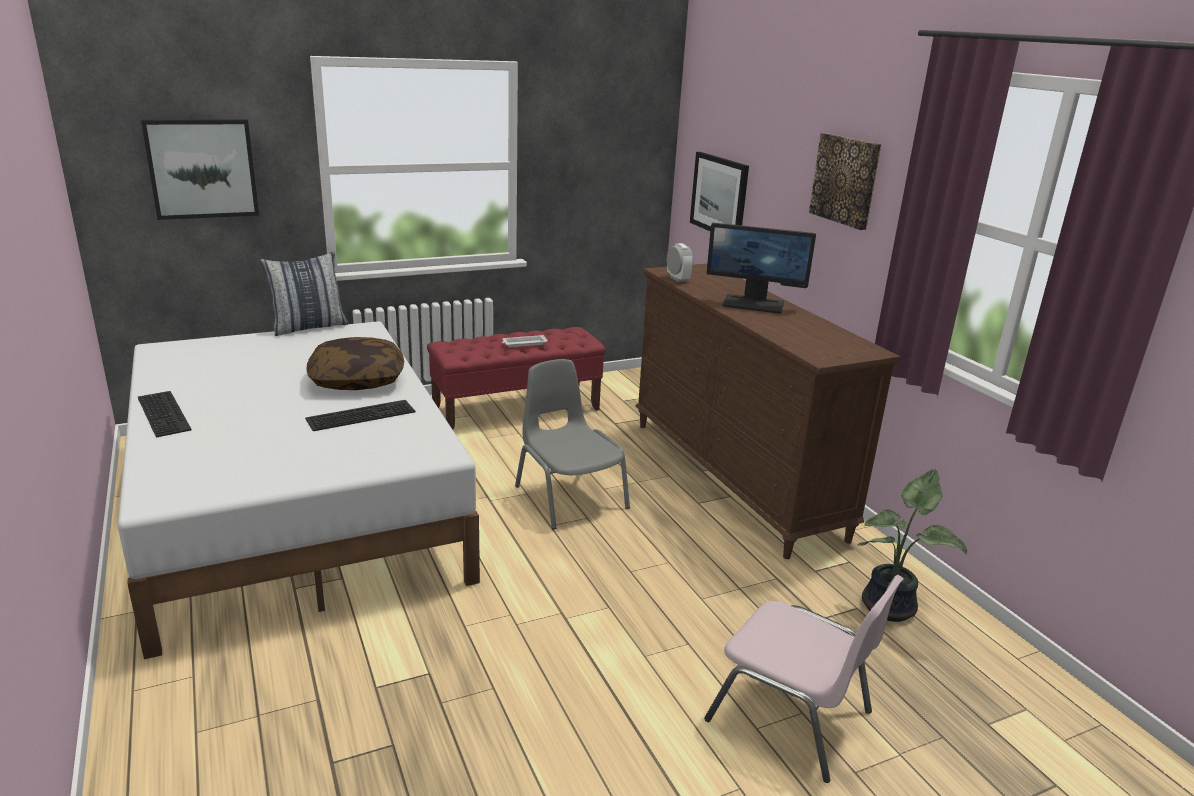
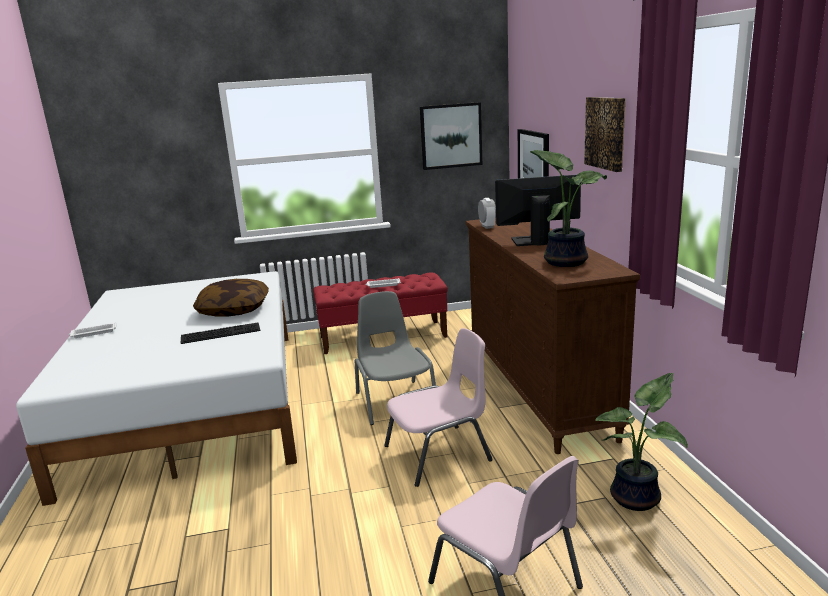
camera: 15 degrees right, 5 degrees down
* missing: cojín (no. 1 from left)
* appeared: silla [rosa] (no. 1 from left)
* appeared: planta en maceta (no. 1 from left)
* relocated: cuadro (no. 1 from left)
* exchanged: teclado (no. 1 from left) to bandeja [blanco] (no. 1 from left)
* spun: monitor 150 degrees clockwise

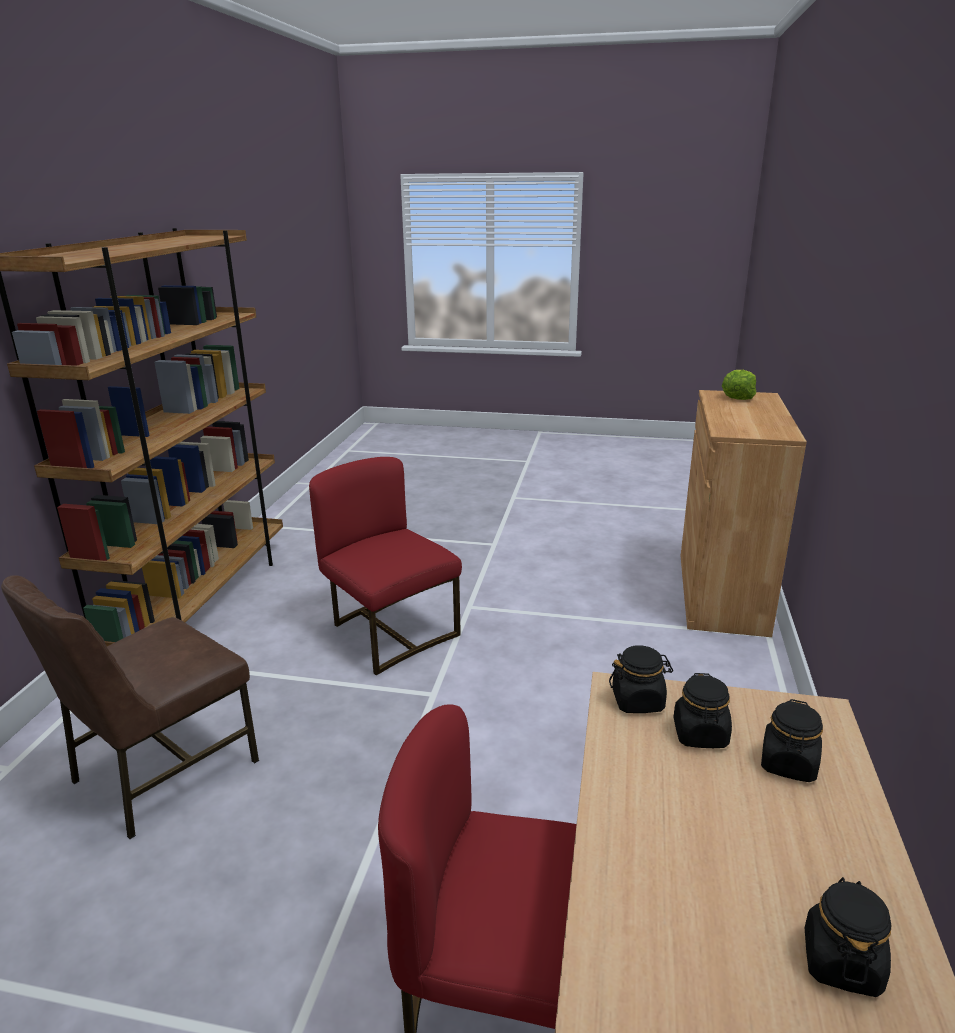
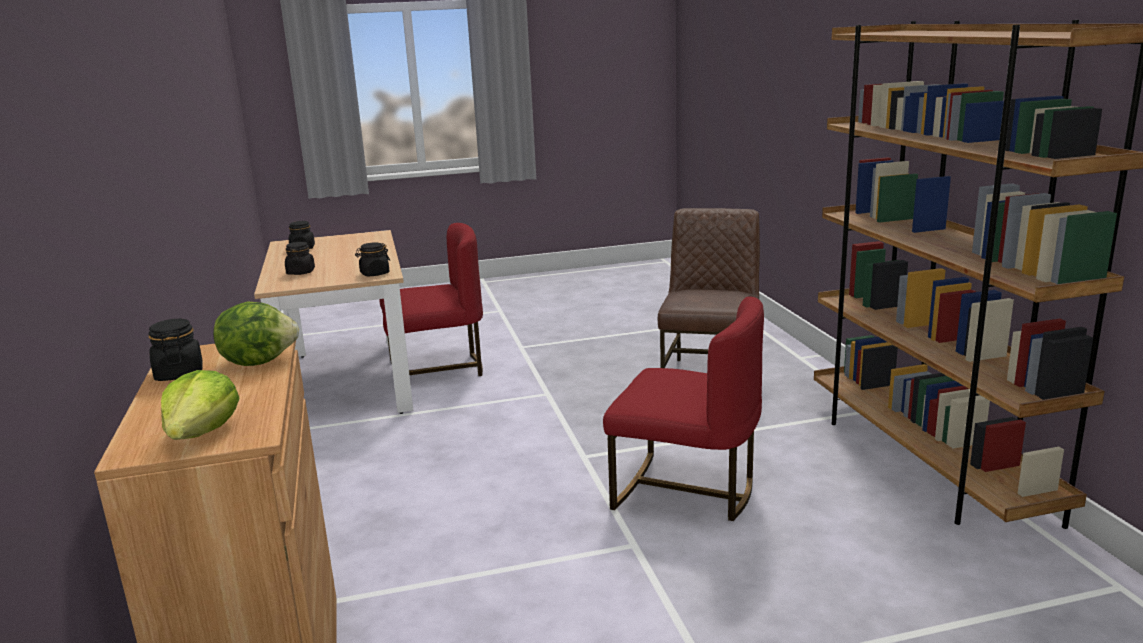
camera: 155 degrees right, 5 degrees down
* appeared: lechuga (no. 2 from left)
* relocated: tarro [negro] (no. 2 from left in the first image) to tarro [negro] (no. 1 from left)

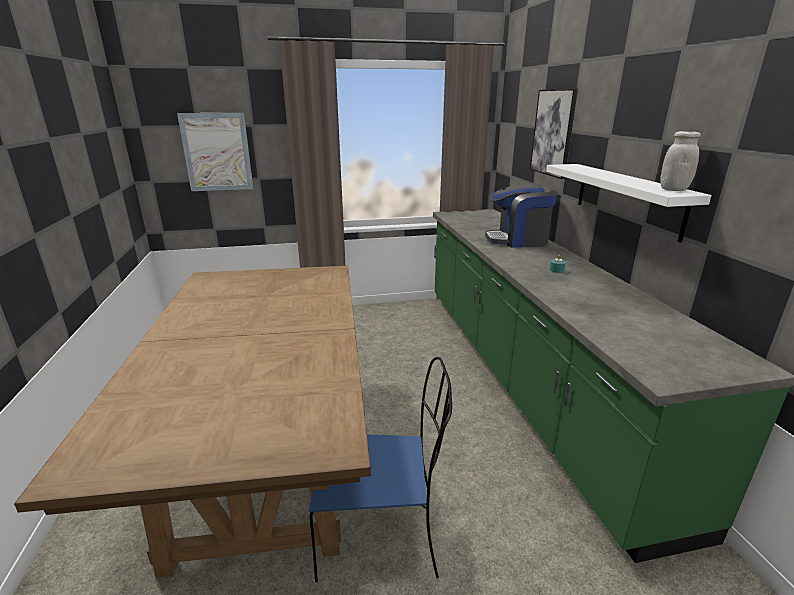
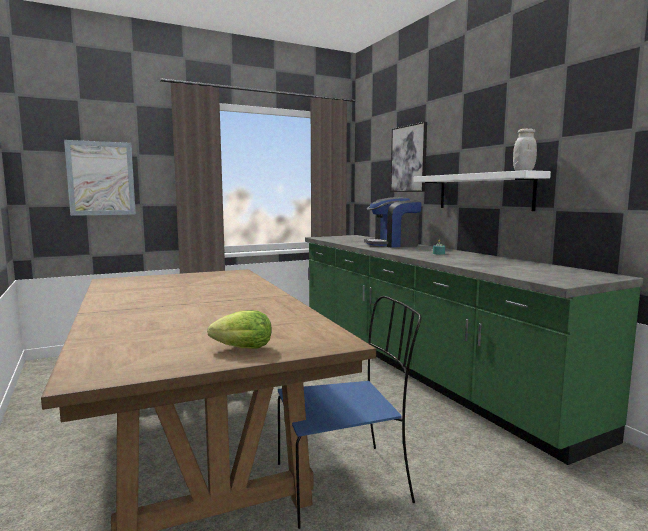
camera: 15 degrees left, 15 degrees down
* appeared: lechuga

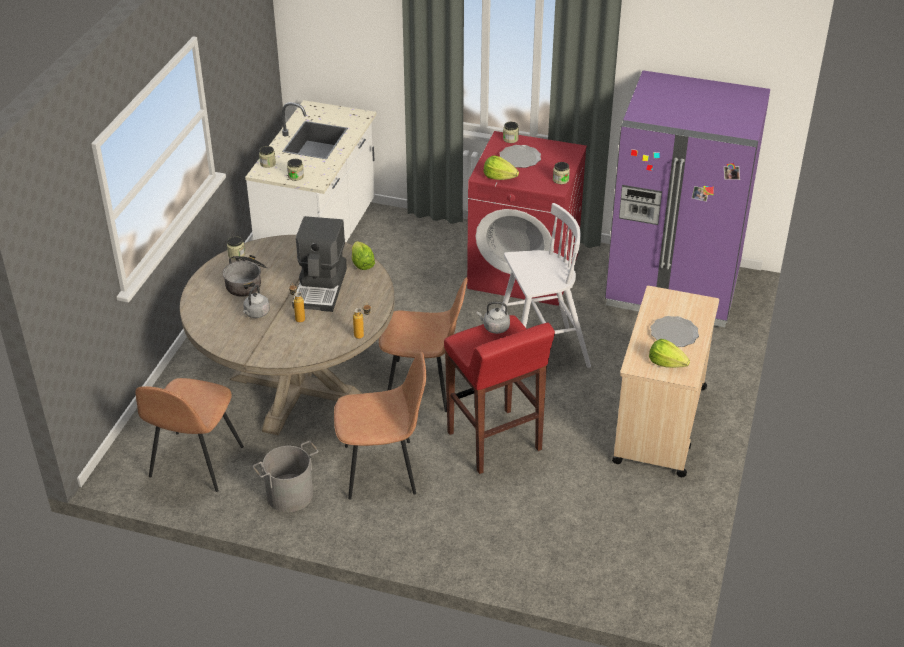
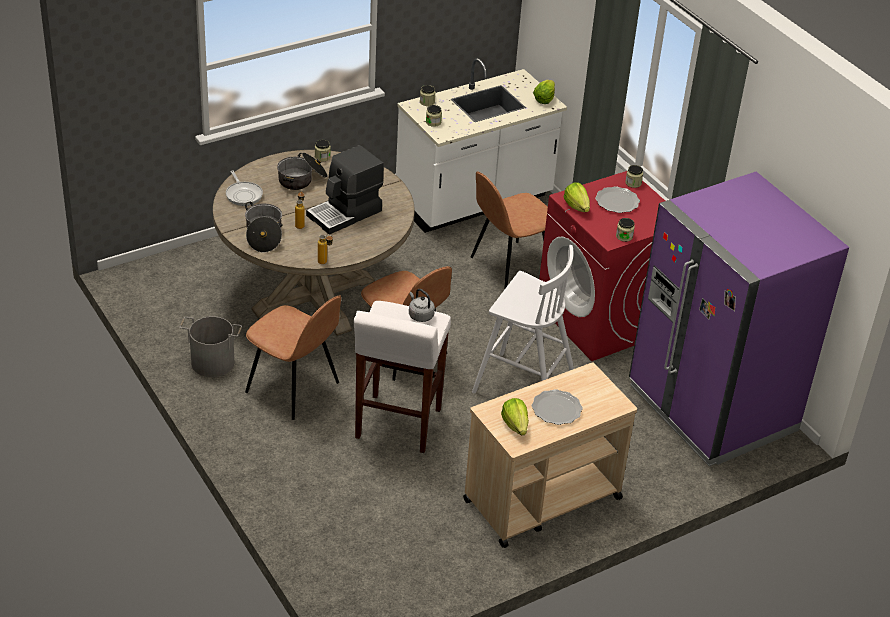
camera: 40 degrees right, 0 degrees up
* missing: hervidor [gris] (no. 1 from left)
* appeared: sartén
* appeared: olla (no. 1 from left)
* relocated: silla [marrón] (no. 1 from left in the first image) to silla [marrón] (no. 3 from left)
* relocated: lechuga (no. 1 from left in the first image) to lechuga (no. 2 from left)
* colour: taburete [rojo] to taburete [blanco] (no. 1 from left)

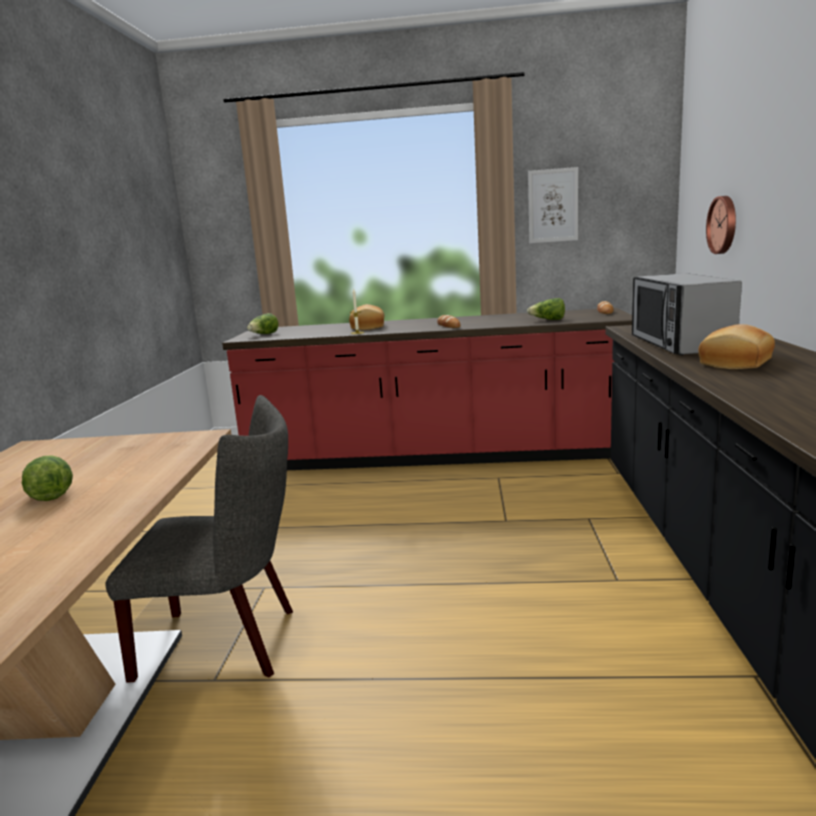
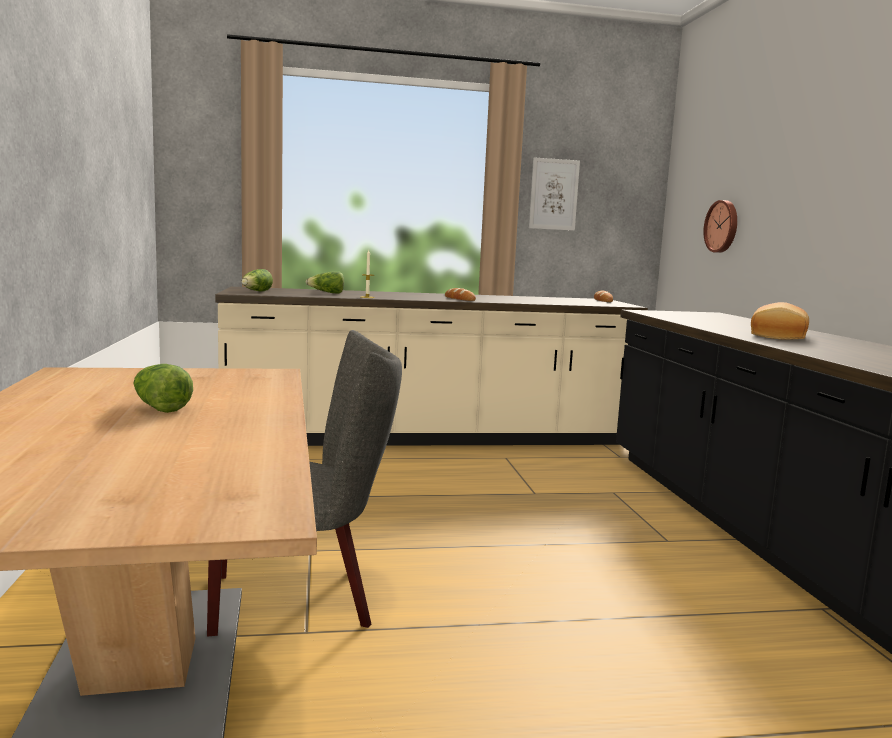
camera: 15 degrees left, 5 degrees down
* missing: pan (no. 1 from left)
* missing: microondas
* relocated: lechuga (no. 3 from left)
* colour: mueble bajo de cocina [rojo] to mueble bajo de cocina [beis]

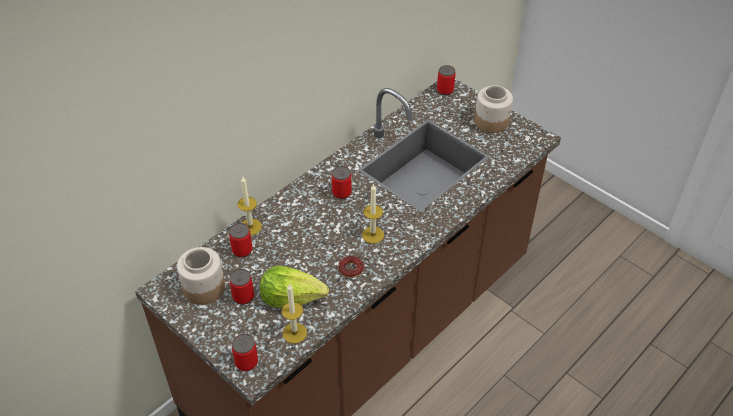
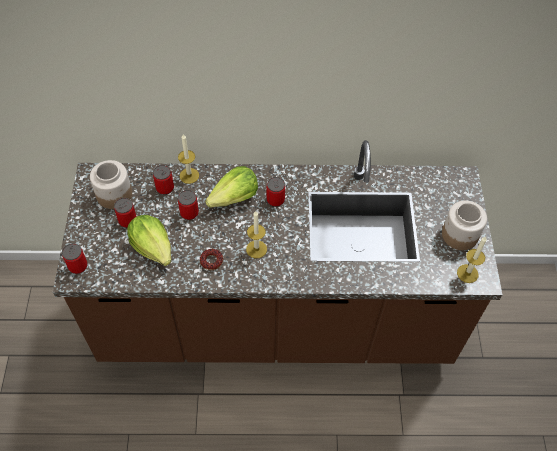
camera: 45 degrees right, 10 degrees up
* appeared: lechuga (no. 2 from left)
* relocated: vela (no. 2 from left in the first image) to vela (no. 3 from left)
* relocated: lata (no. 5 from left in the first image) to lata (no. 4 from left)

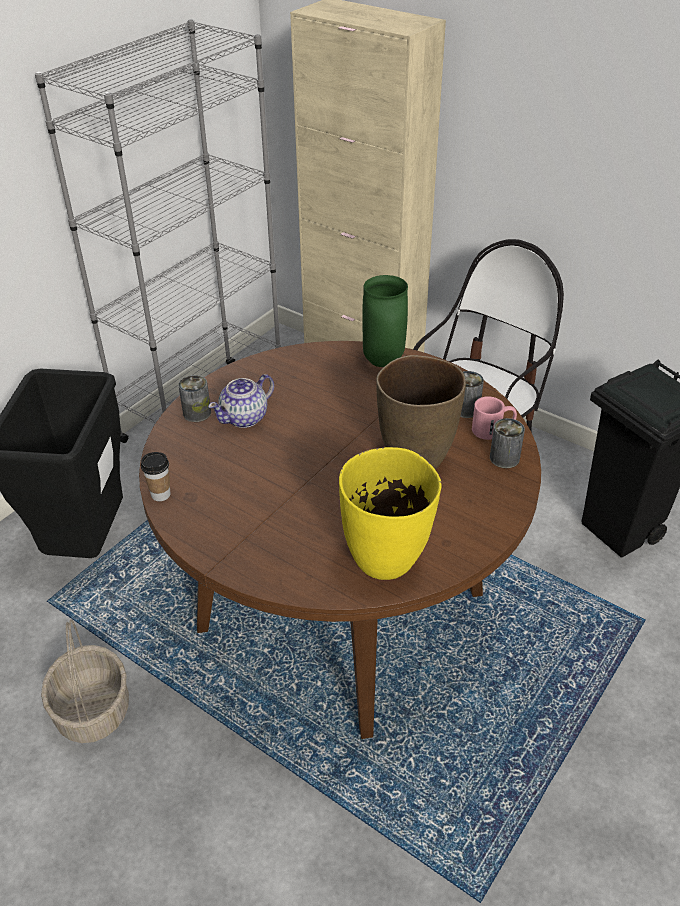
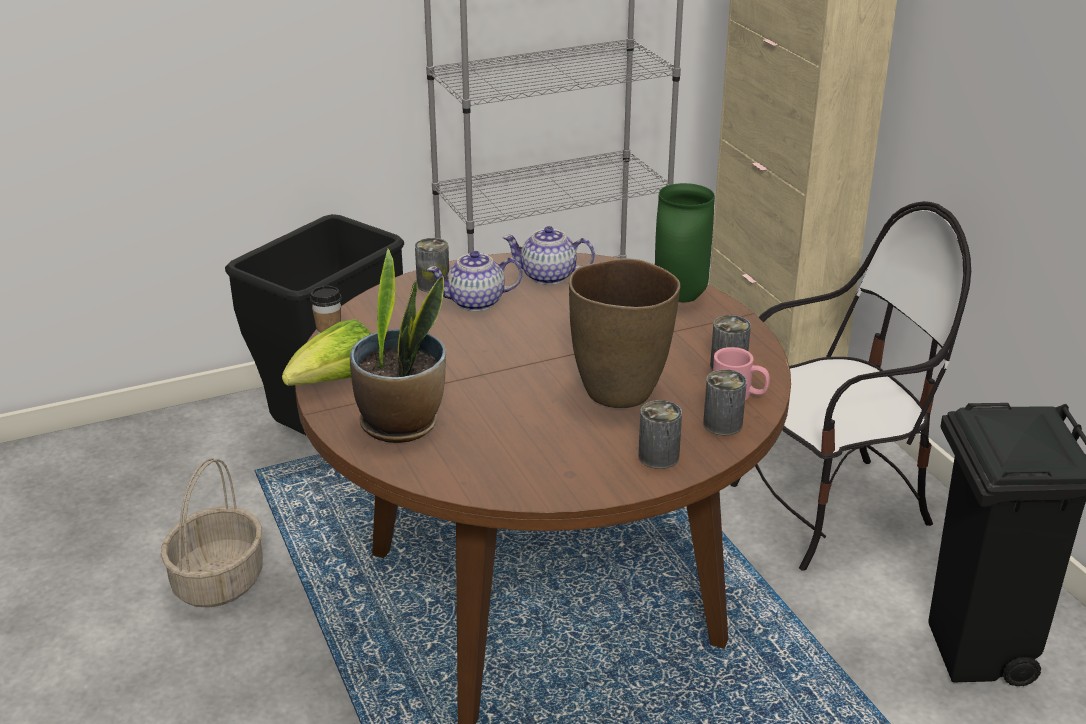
camera: 30 degrees right, 10 degrees down
* missing: florero [amarillo]
* appeared: lechuga
* appeared: planta en maceta
* appeared: tetera (no. 2 from left)
* appeared: lata (no. 2 from left)

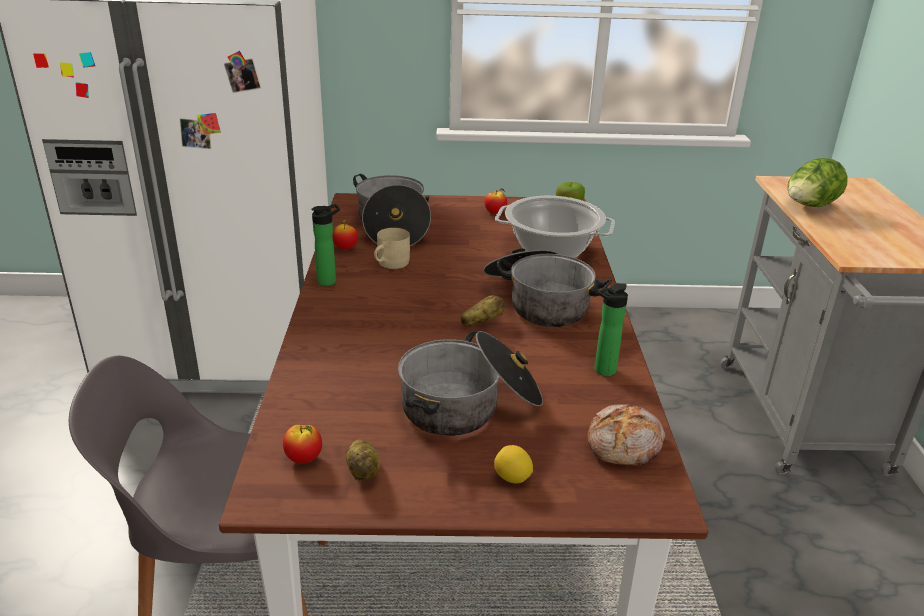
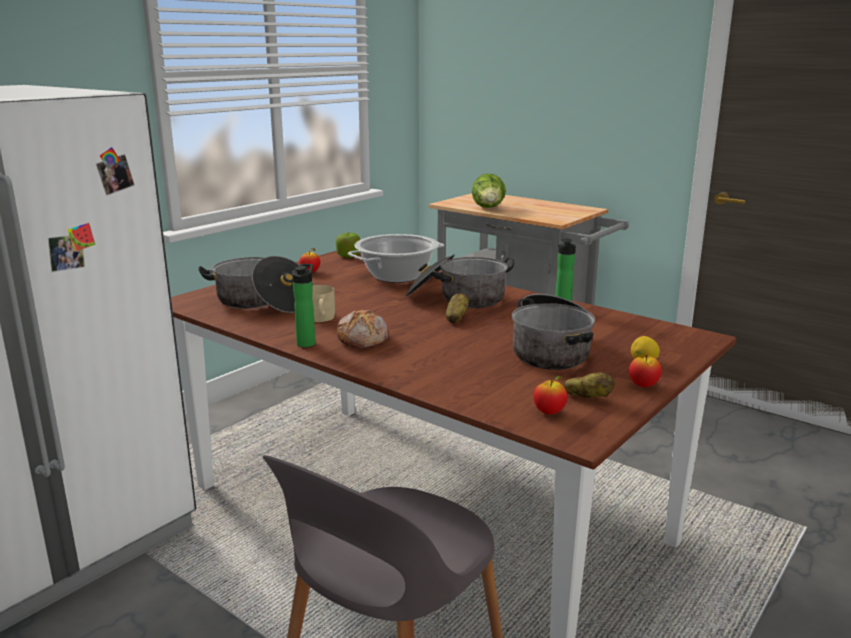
camera: 50 degrees left, 10 degrees down
* relocated: manzana (no. 2 from left in the first image) to manzana (no. 4 from left)
* relocated: pan

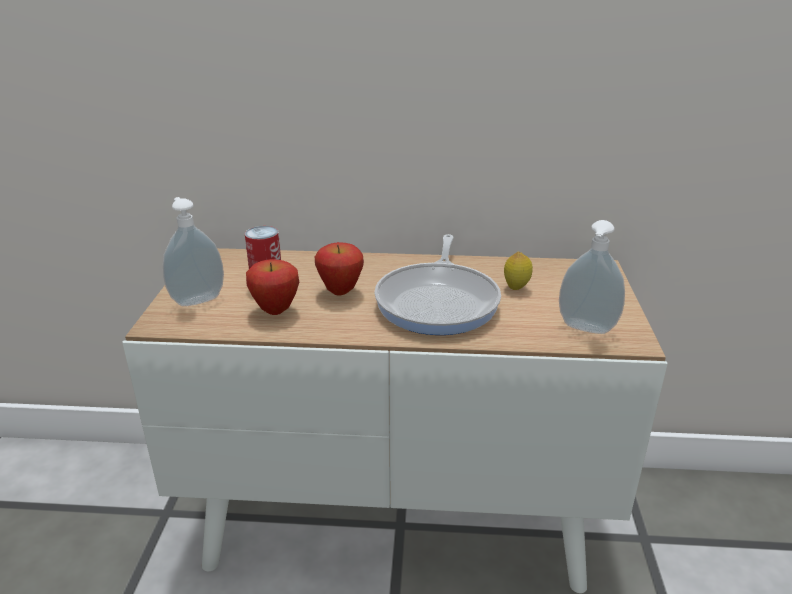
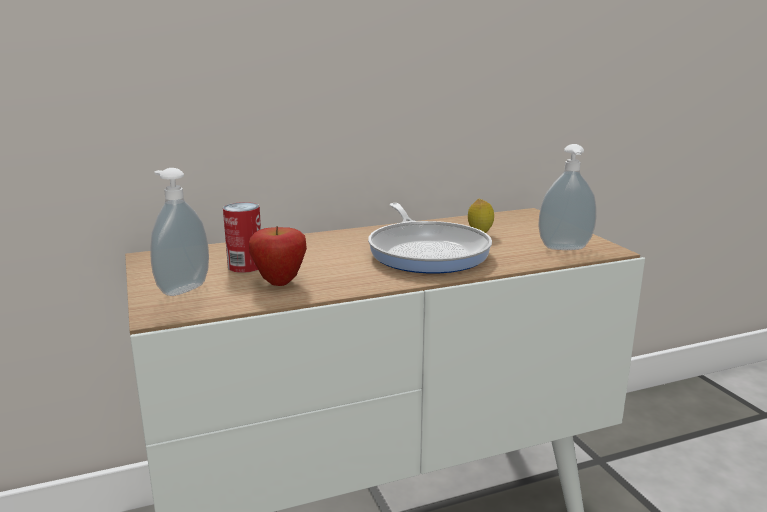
camera: 25 degrees left, 10 degrees down
* missing: manzana (no. 2 from left)

